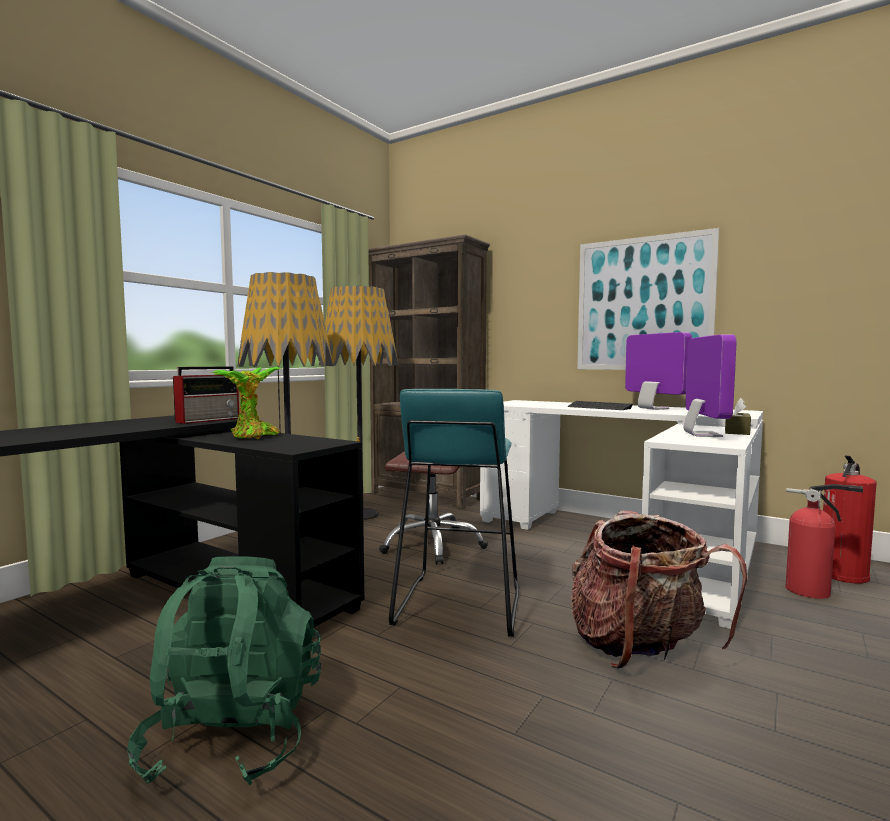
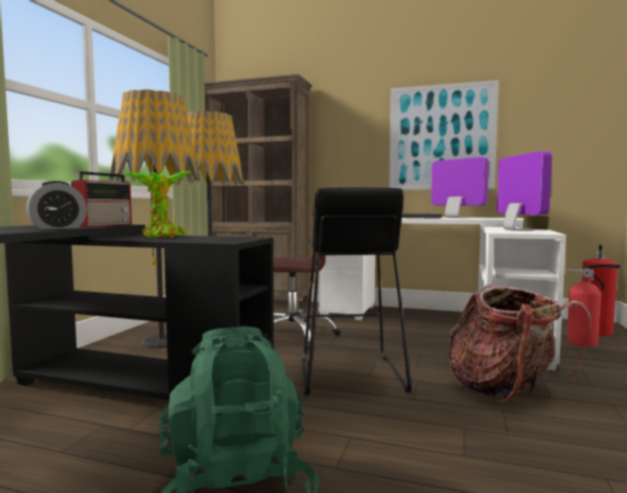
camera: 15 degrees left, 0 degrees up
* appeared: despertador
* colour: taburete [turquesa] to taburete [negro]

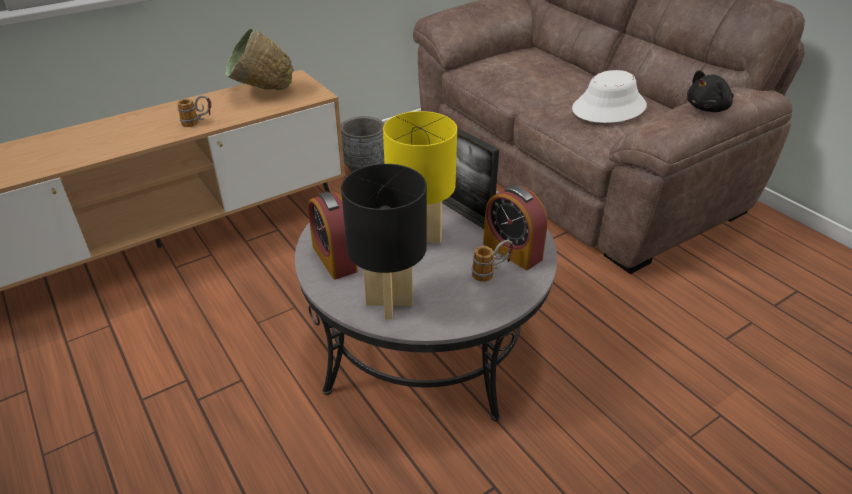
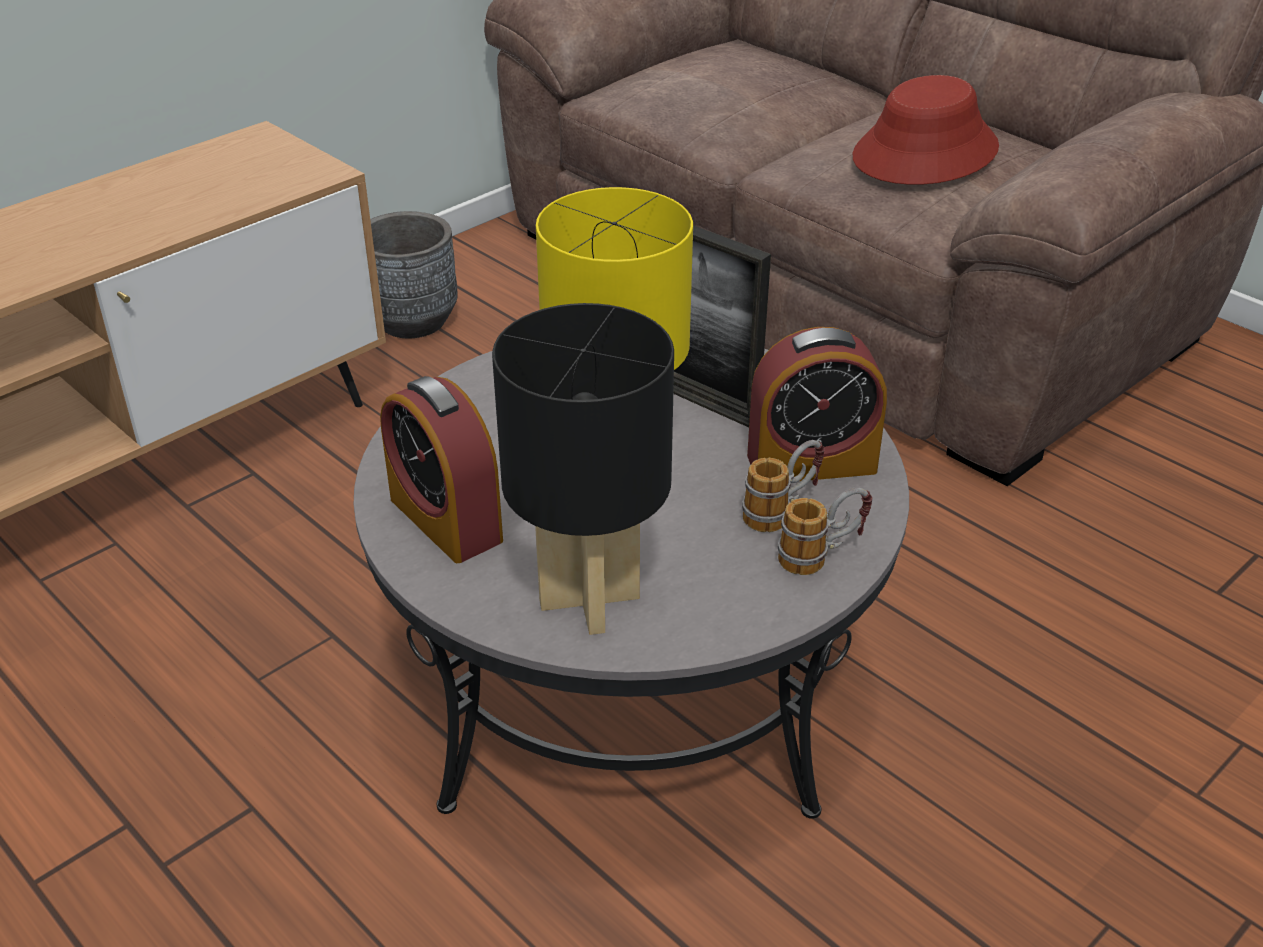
camera: 10 degrees left, 0 degrees up
* missing: cuenco [verde]
* missing: peluche [negro]
* relocated: taza grande (no. 1 from left in the first image) to taza grande (no. 2 from left)
* colour: sombrero [blanco] to sombrero [rojo]
* spun: despertador (no. 2 from left) 45 degrees counterclockwise

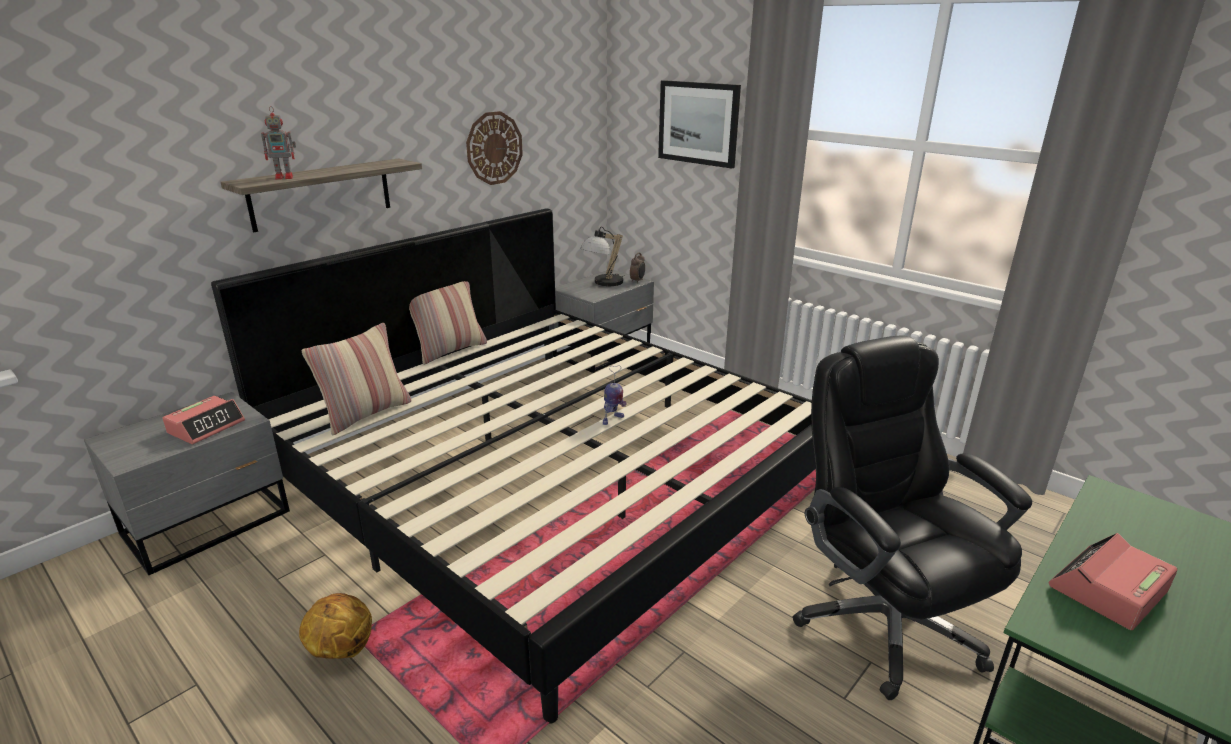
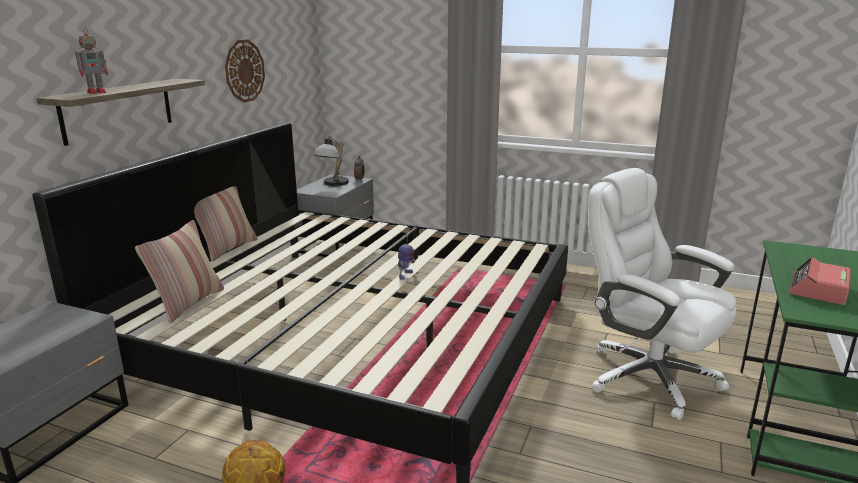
camera: 20 degrees left, 5 degrees down
* missing: despertador (no. 1 from left)
* missing: cuadro
* colour: silla de oficina [negro] to silla de oficina [blanco]

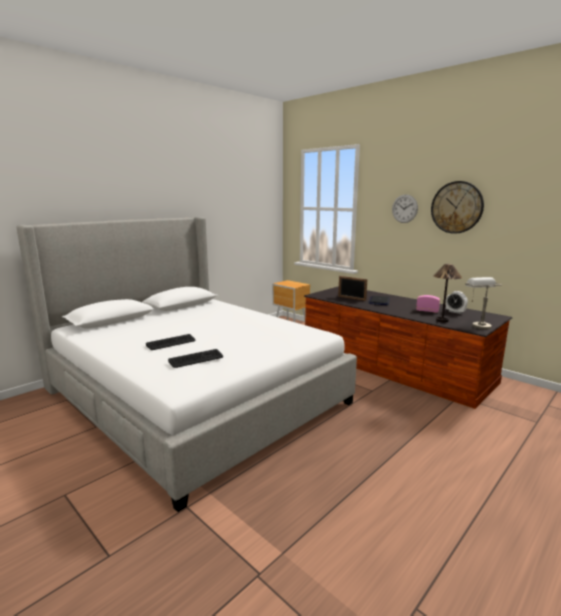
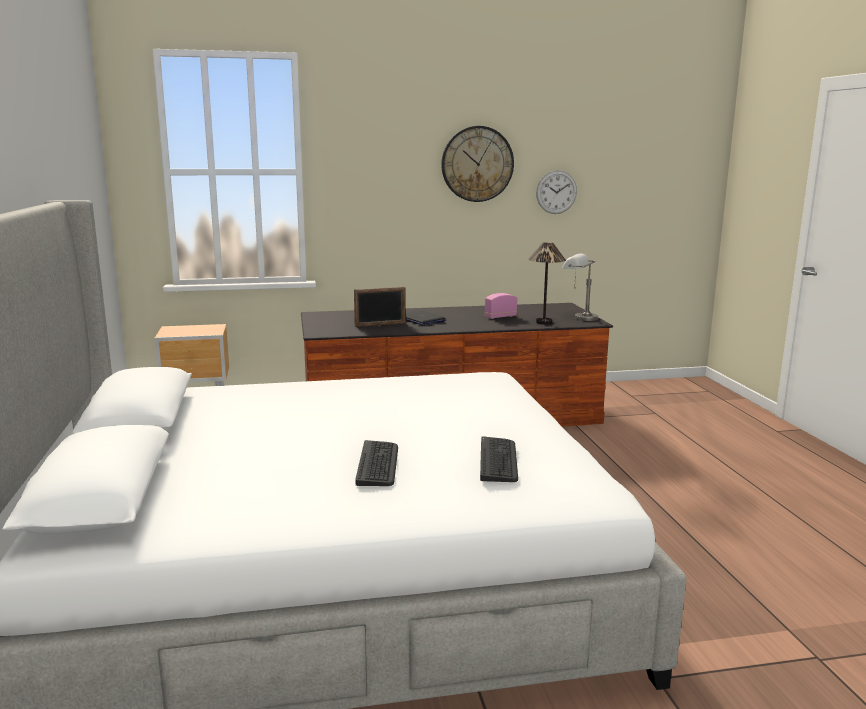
camera: 55 degrees left, 0 degrees up
* missing: despertador
* relocated: reloj de pared (no. 1 from left in the first image) to reloj de pared (no. 2 from left)

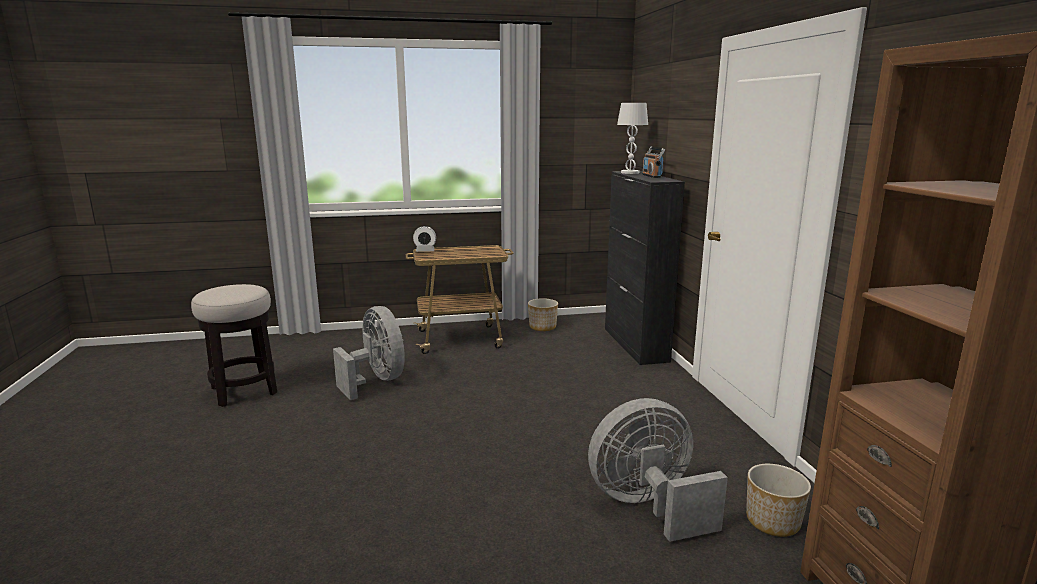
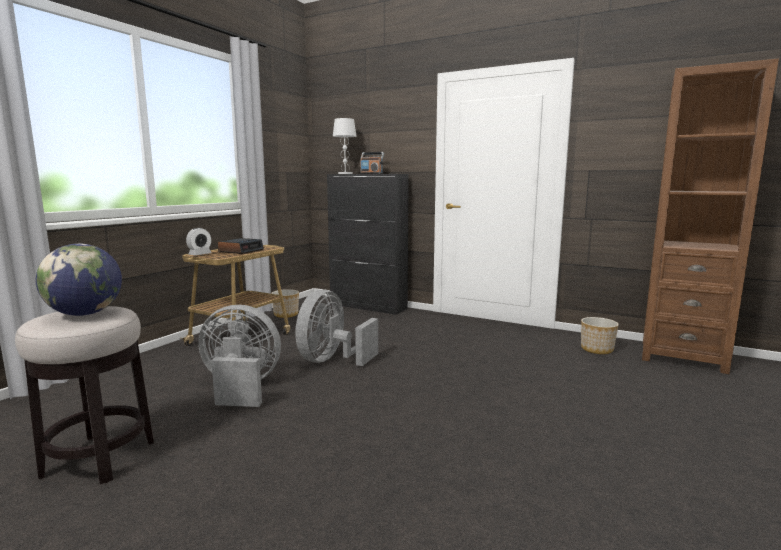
camera: 50 degrees left, 5 degrees down
* appeared: globo terráqueo
* appeared: despertador (no. 2 from left)
* relocated: ventilador [gris] (no. 2 from left)

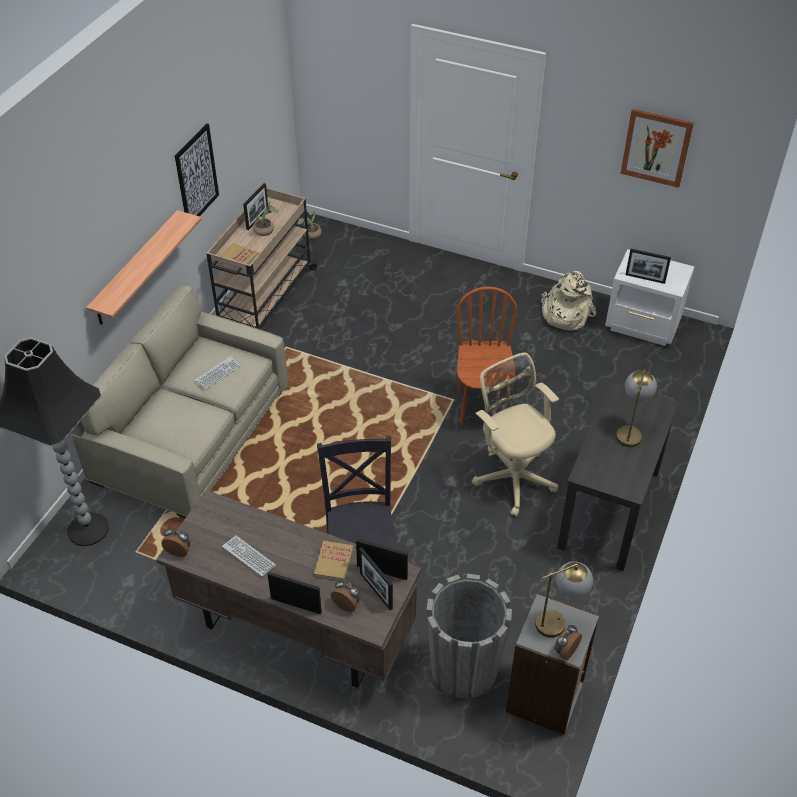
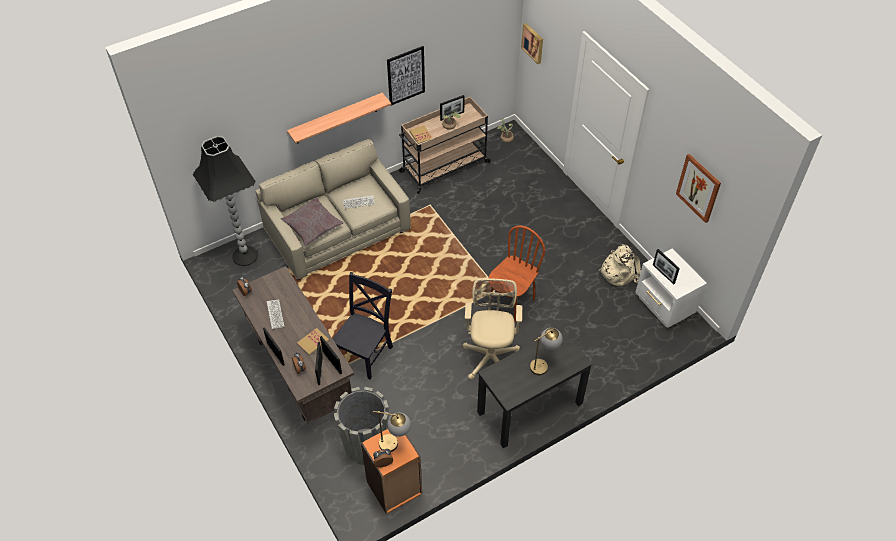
camera: 35 degrees right, 5 degrees up
* appeared: cojín [gris]
* appeared: cuadro (no. 2 from left)
* colour: estantería [gris] to estantería [naranja]

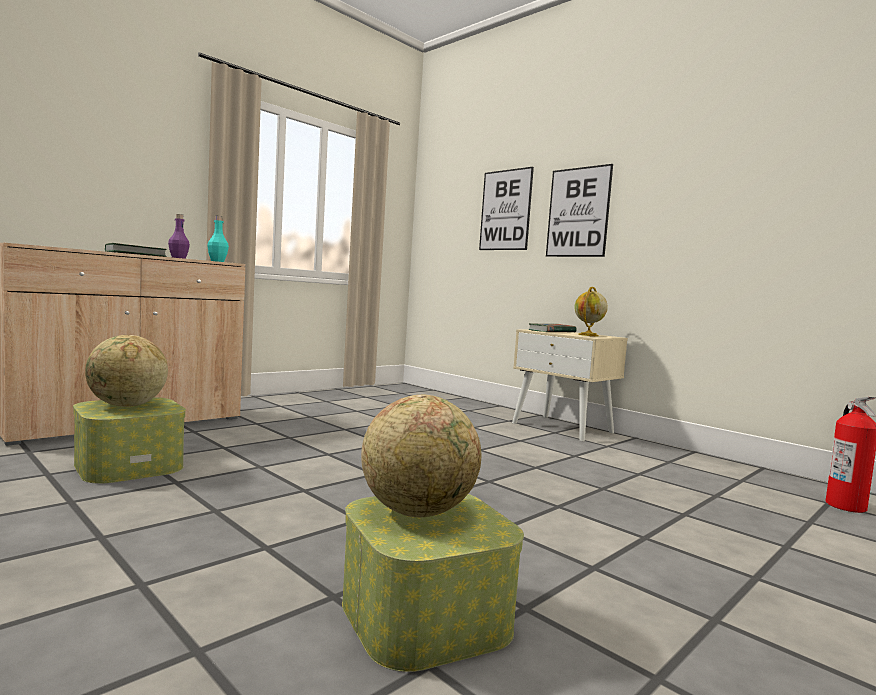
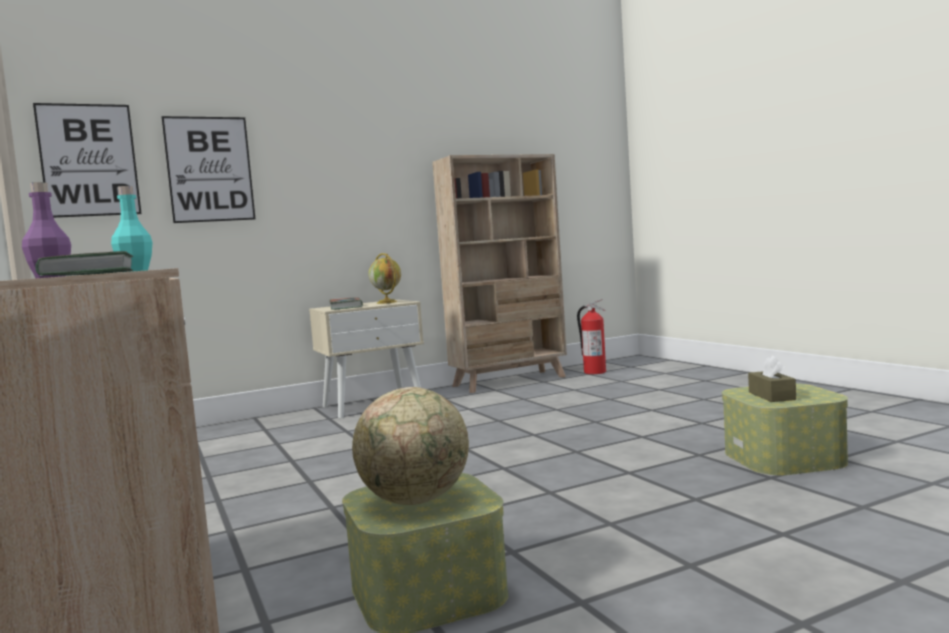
camera: 70 degrees left, 0 degrees up
* appeared: estantería [beis]
* relocated: cuadro (no. 2 from left in the first image) to cuadro (no. 1 from left)
* exchanged: globo terráqueo (no. 2 from left) to caja de pañuelos [marrón]

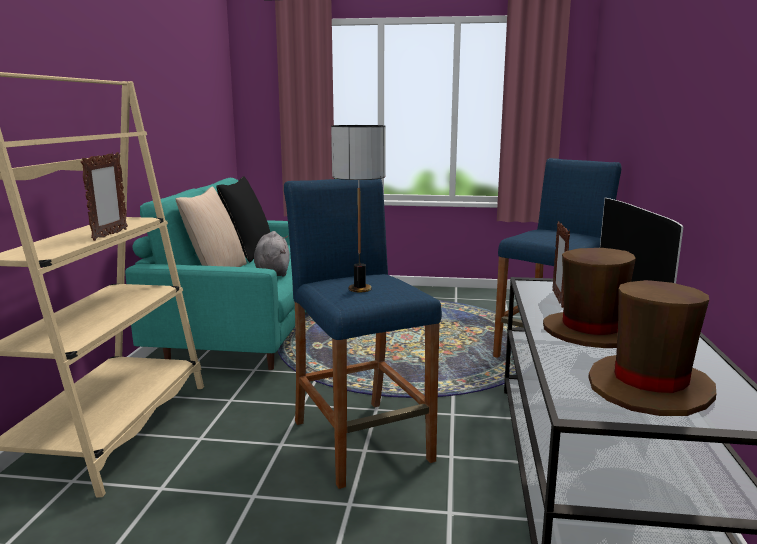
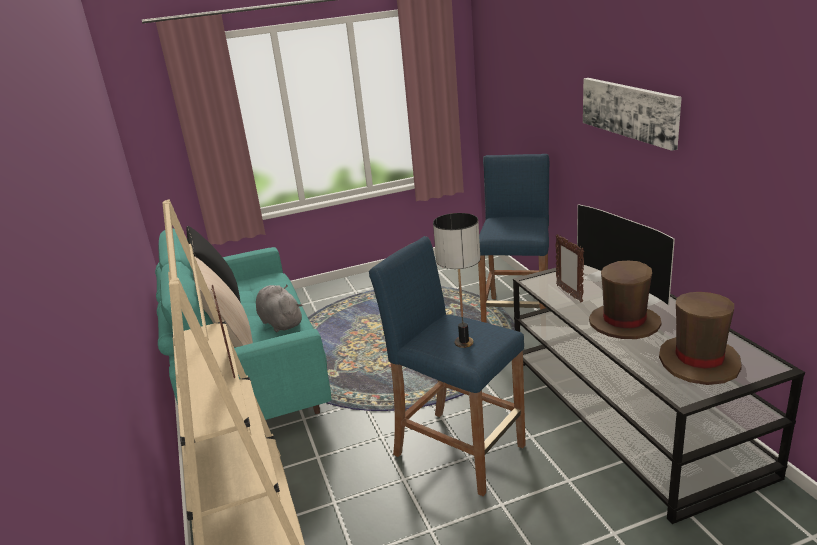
camera: 25 degrees left, 10 degrees up
* appeared: cuadro

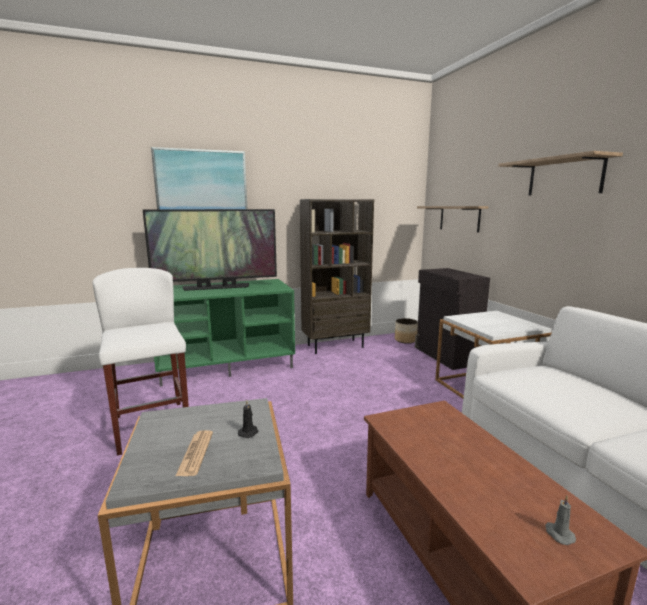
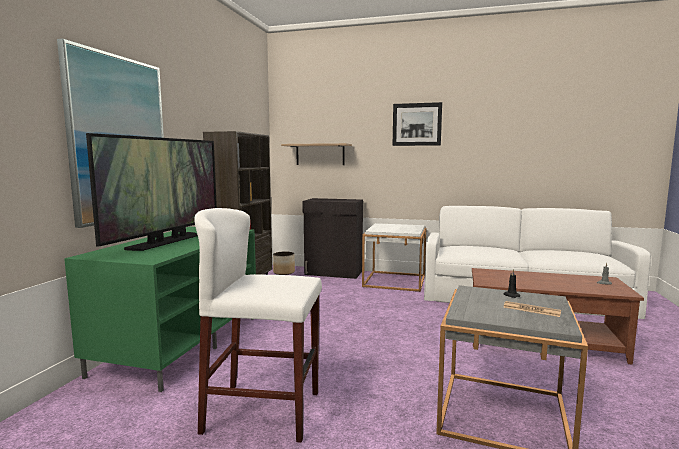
camera: 55 degrees left, 5 degrees down
* exchanged: estante (no. 2 from left) to cuadro (no. 2 from left)

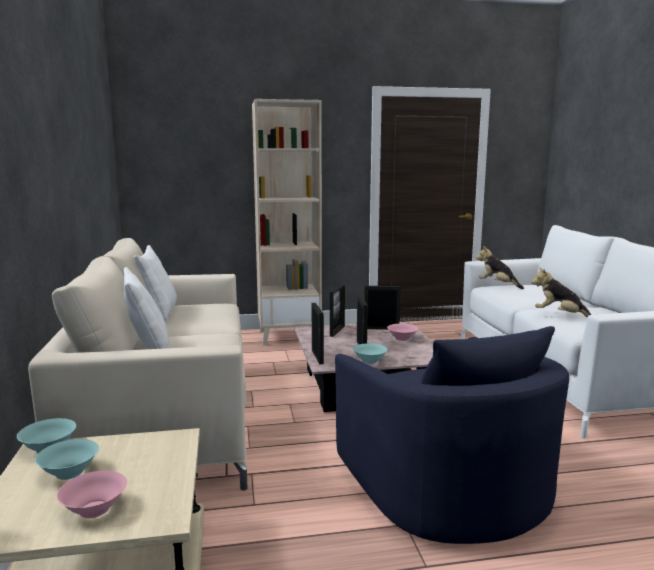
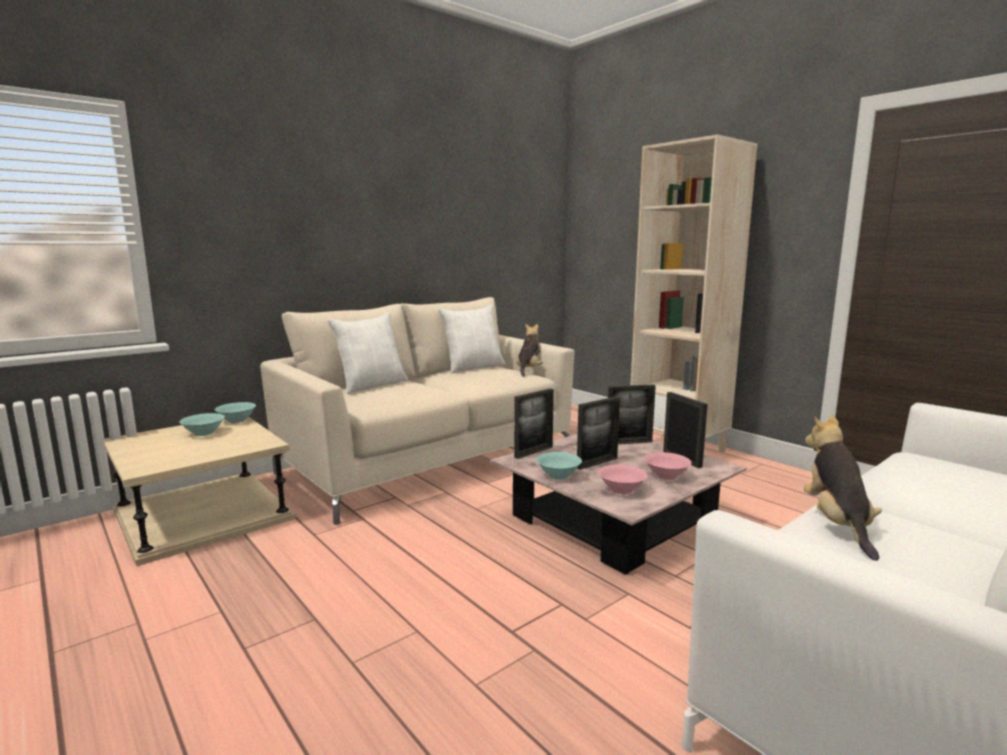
camera: 60 degrees right, 0 degrees up
* missing: sillón [azul]
* relocated: cuenco [rosa] (no. 1 from left)
* relocated: peluche (no. 1 from left)

